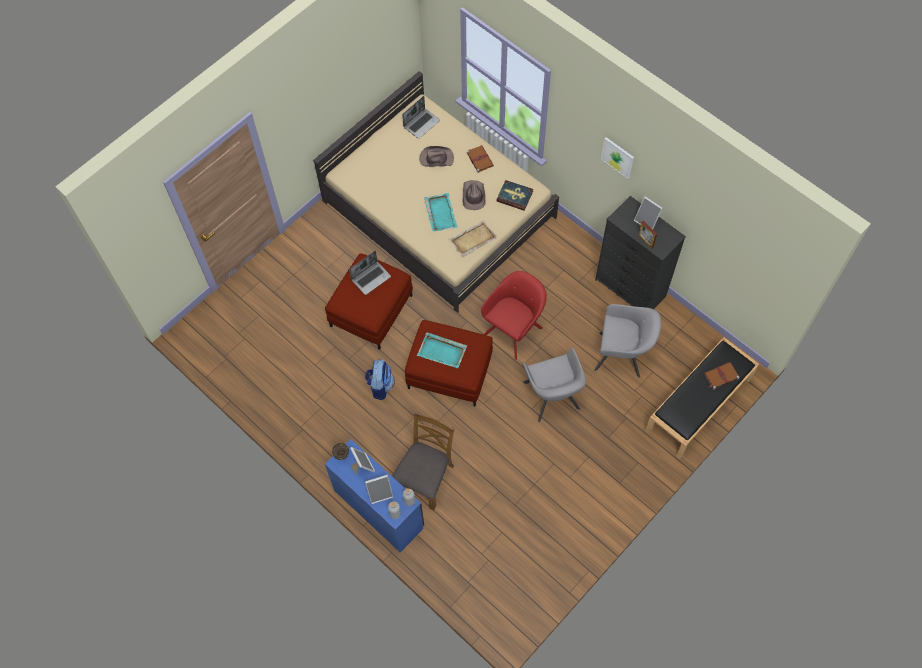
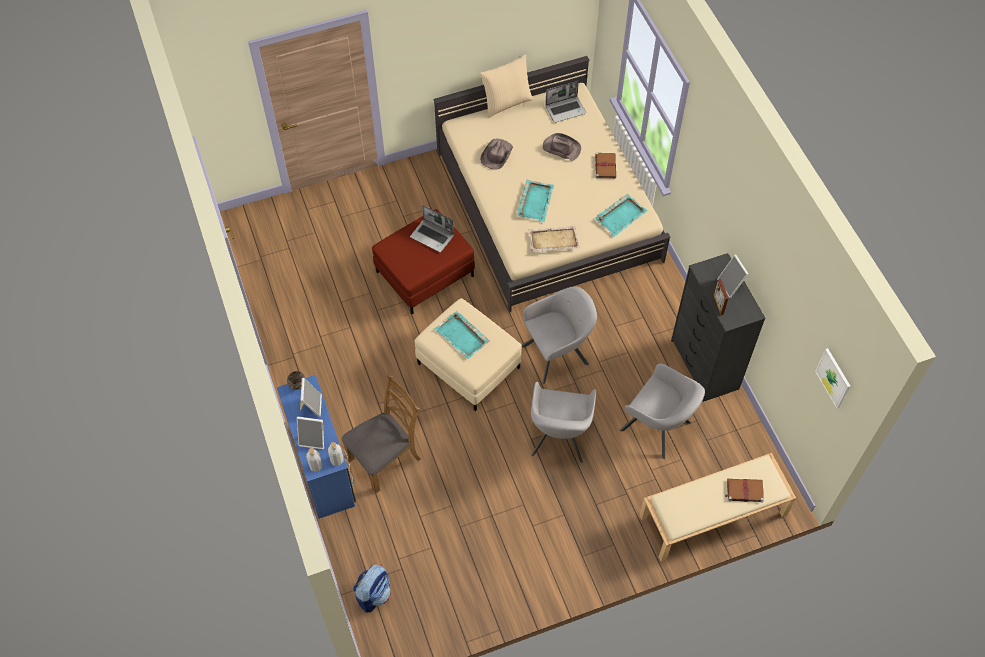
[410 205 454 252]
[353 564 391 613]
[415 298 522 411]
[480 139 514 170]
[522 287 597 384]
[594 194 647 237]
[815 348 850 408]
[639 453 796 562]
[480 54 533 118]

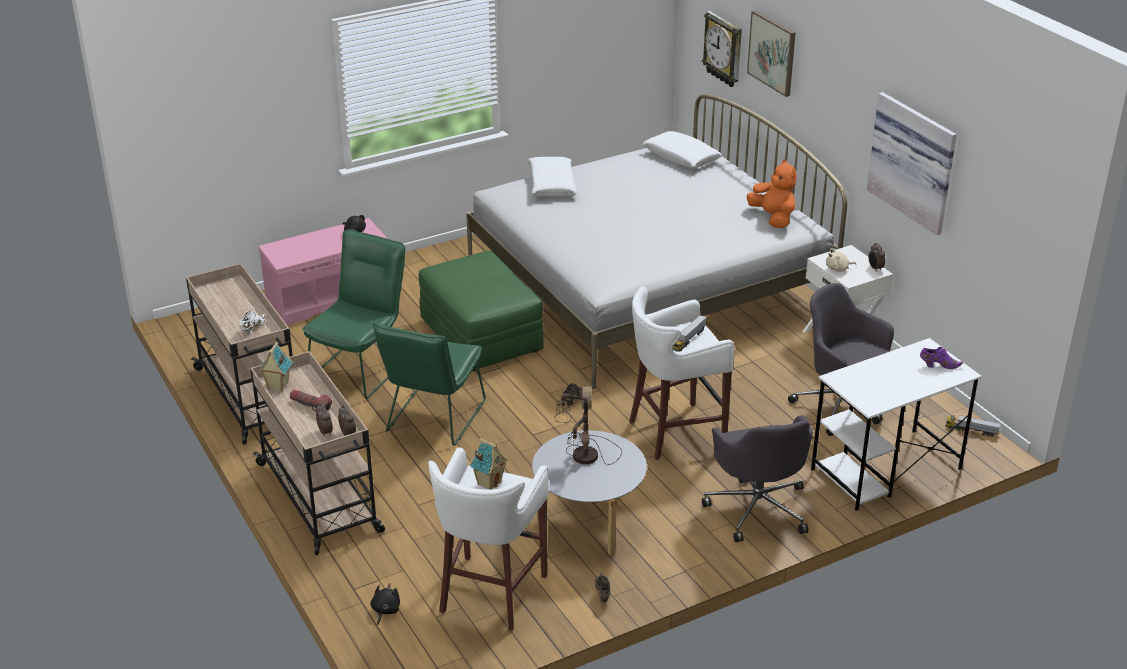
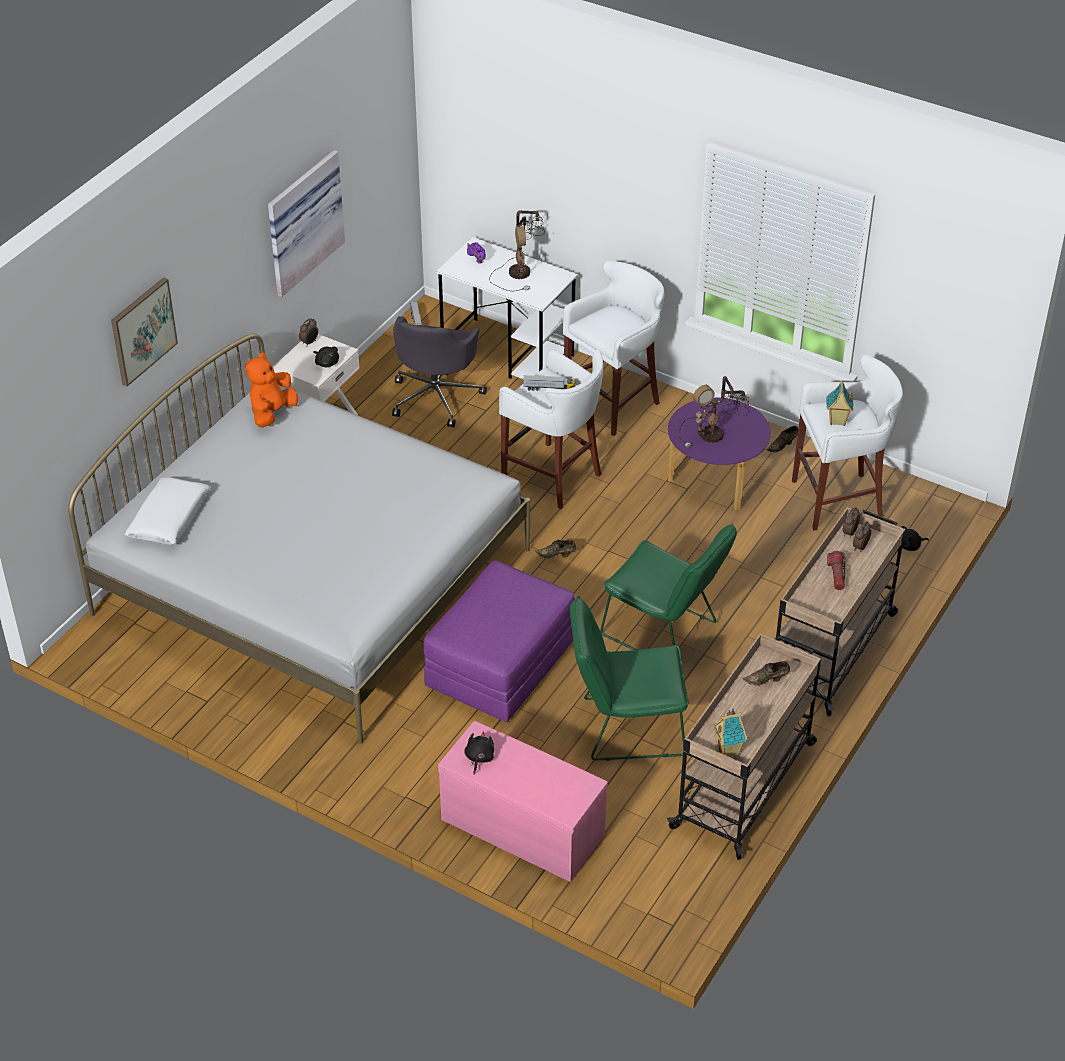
[742 661 790 685]
[712 708 748 757]
[600 523 737 650]
[423 560 575 722]
[528 157 577 196] (first image)
[668 397 771 511]
[702 11 742 87] (first image)
[563 261 664 436]
[313 347 339 367]
[489 210 545 291]

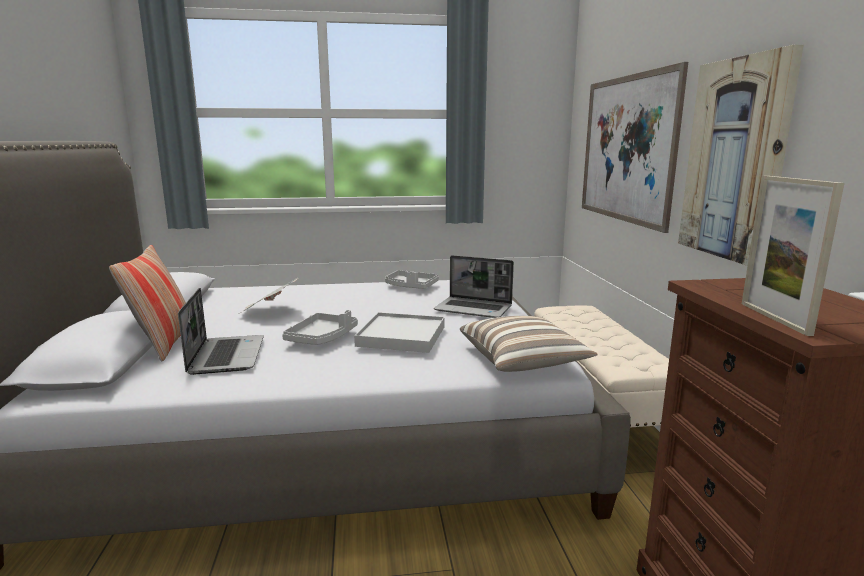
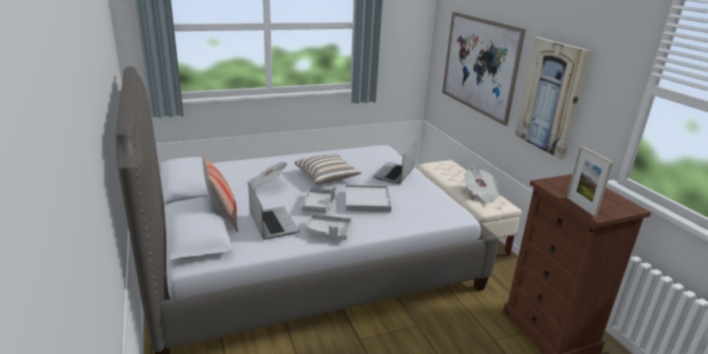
[305 214 352 240]
[373 143 416 184]
[295 154 362 184]
[464 167 501 204]

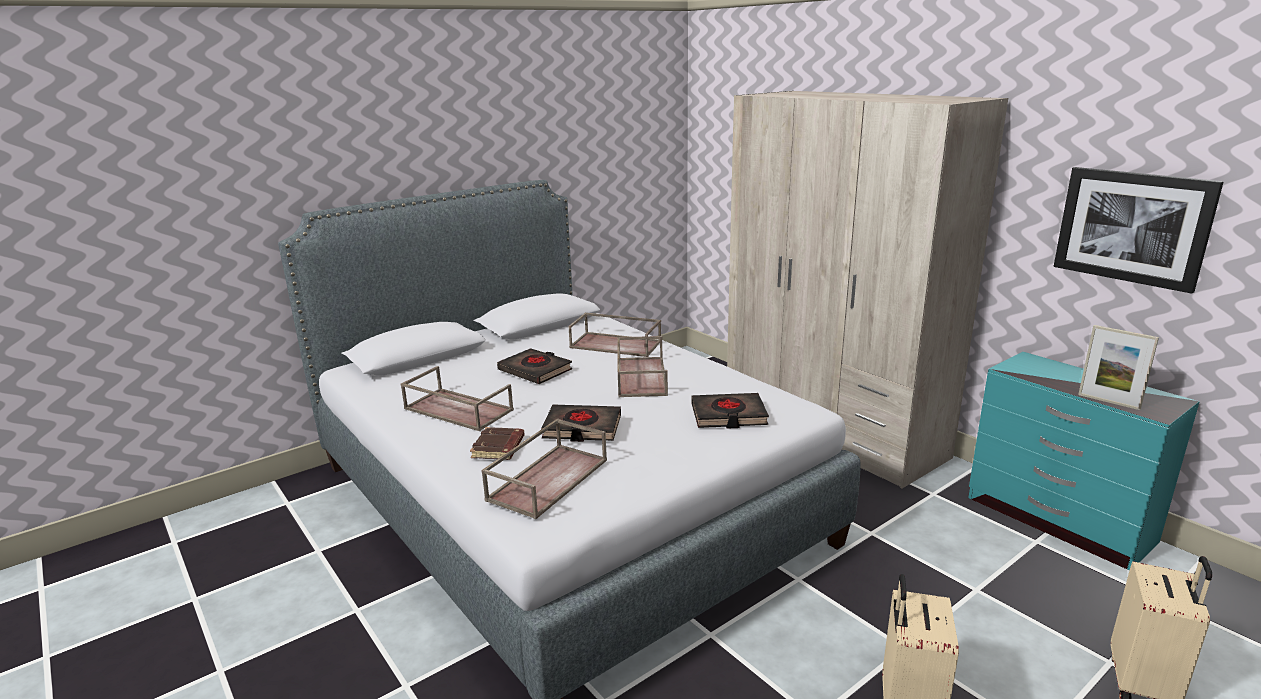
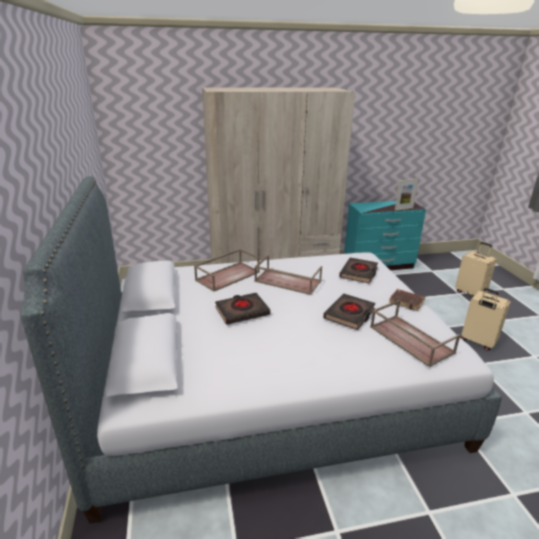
[401 366 514 431] (first image)
[389 289 425 311]
[1053 167 1224 294] (first image)

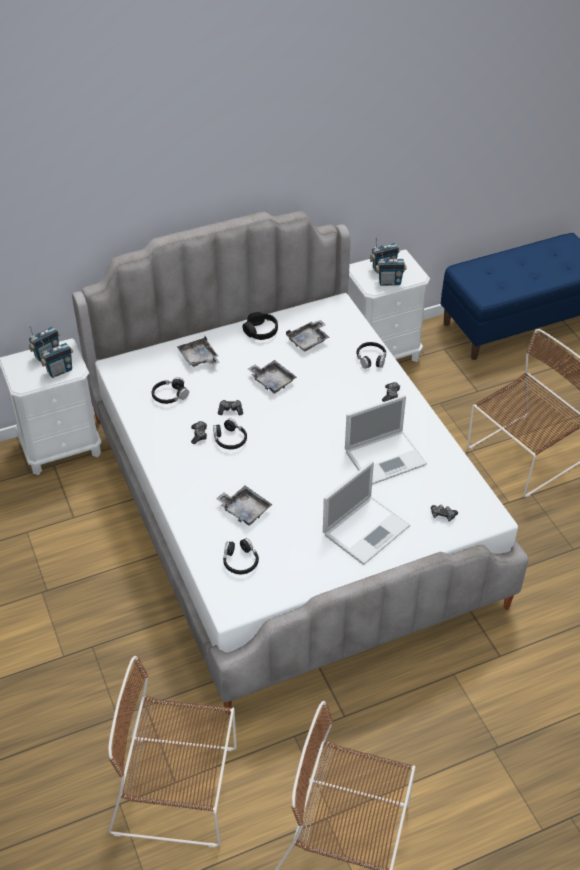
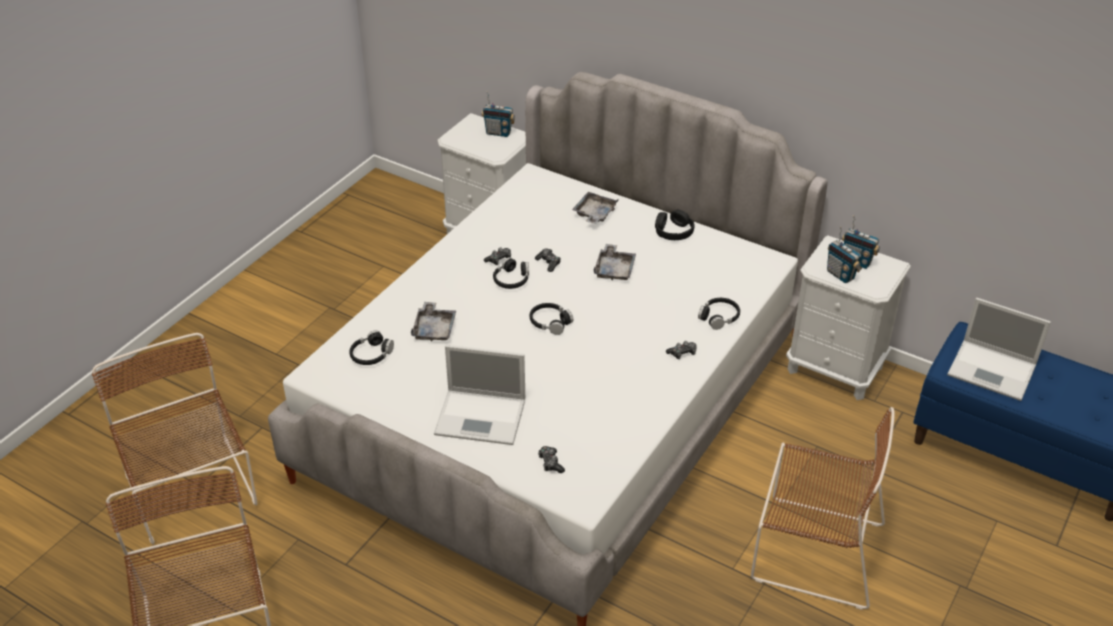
[41 340 73 378] (first image)
[529 303 573 335]
[286 320 329 351] (first image)
[947 298 1051 401]

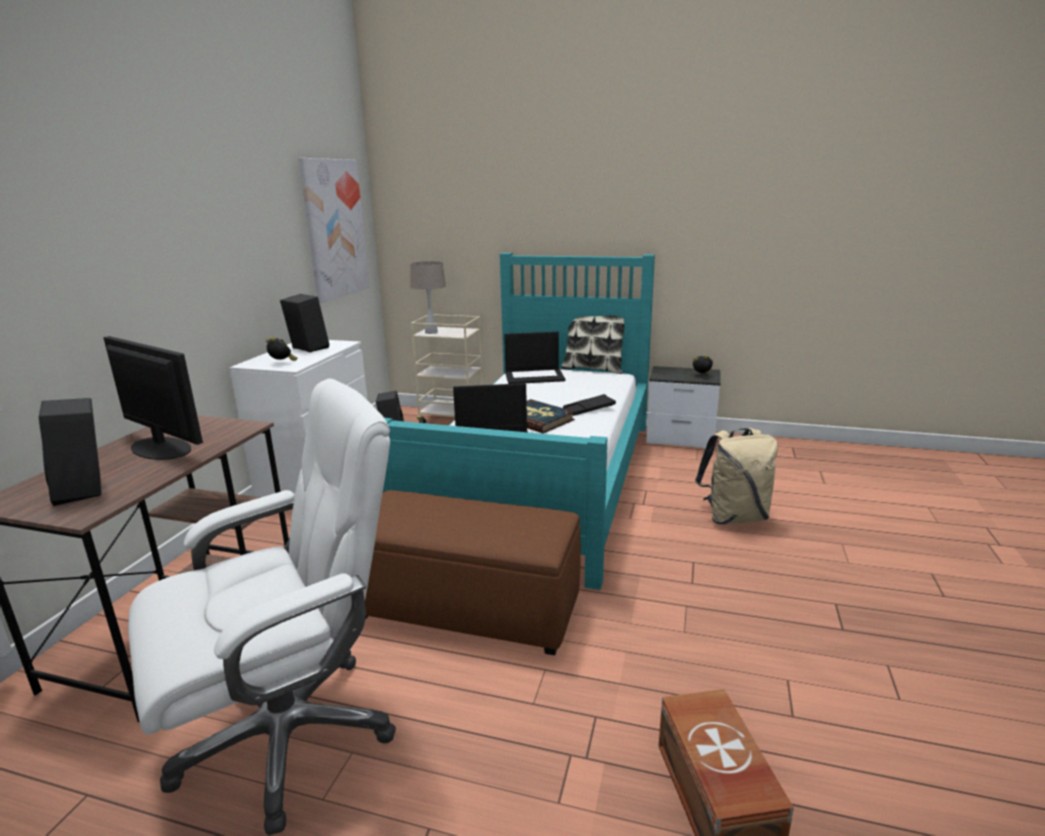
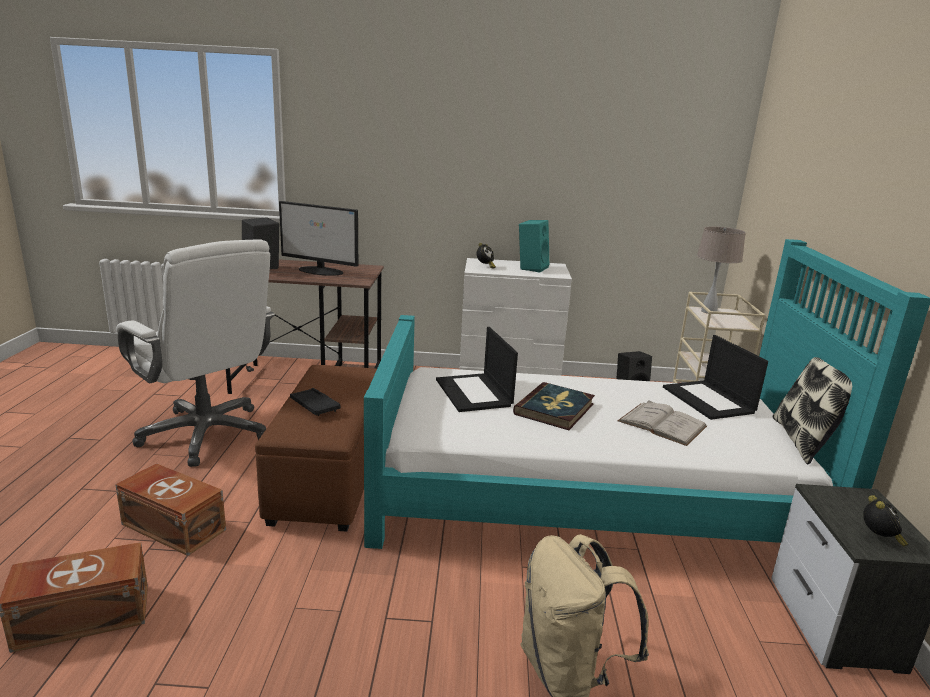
[279 201 358 276]
[519 220 549 272]
[299 158 369 303] (first image)
[290 388 341 416]
[115 463 226 556]
[618 400 707 446]

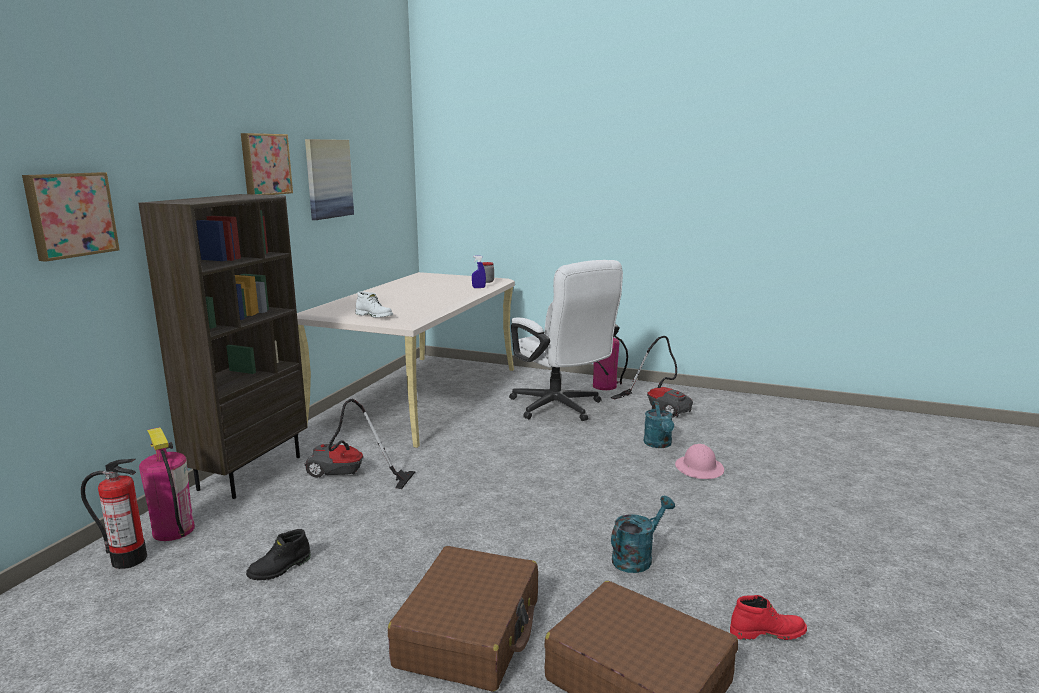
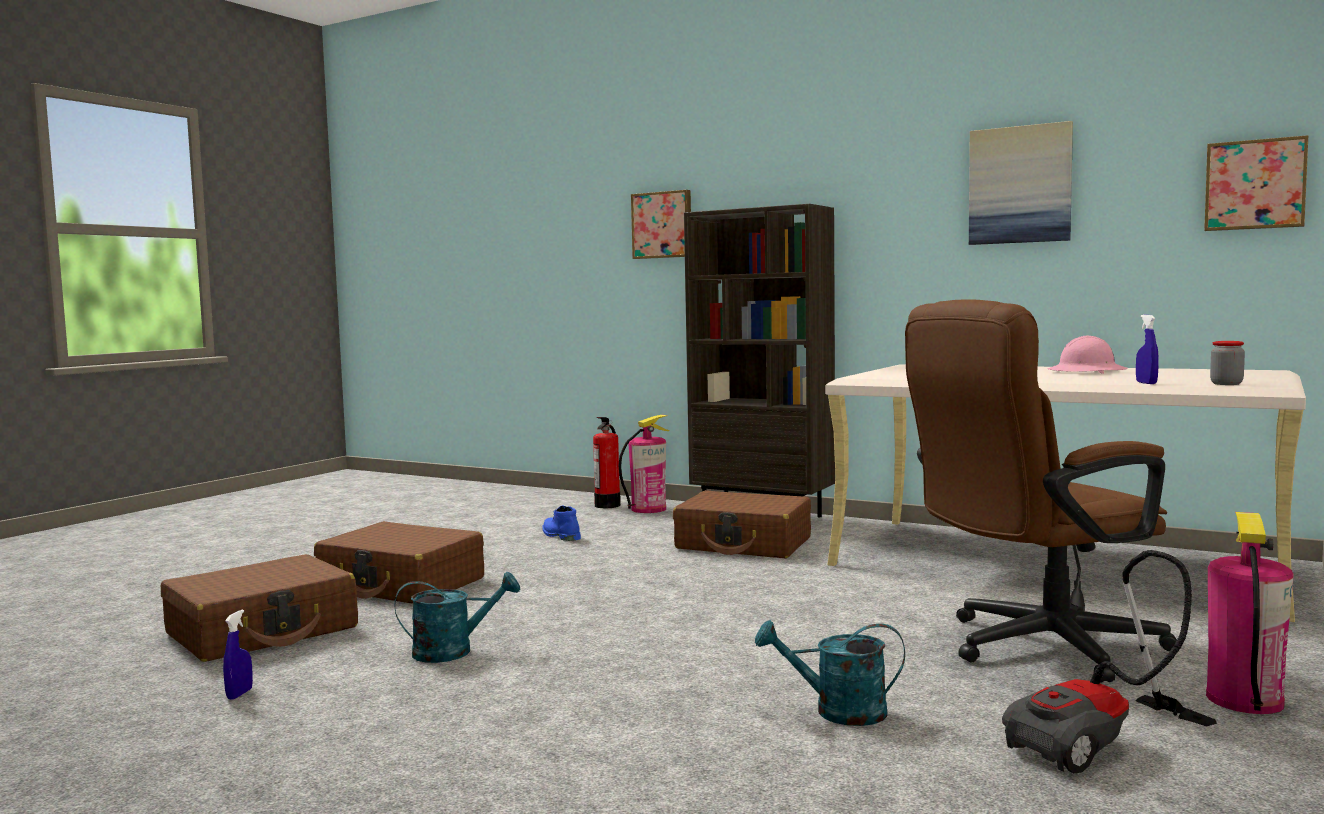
[1204 135 1309 231]
[542 506 581 541]
[673 490 811 558]
[356 291 393 317] (first image)
[905 299 1177 683]
[395 572 520 663]
[1047 336 1128 374]
[223 610 253 700]

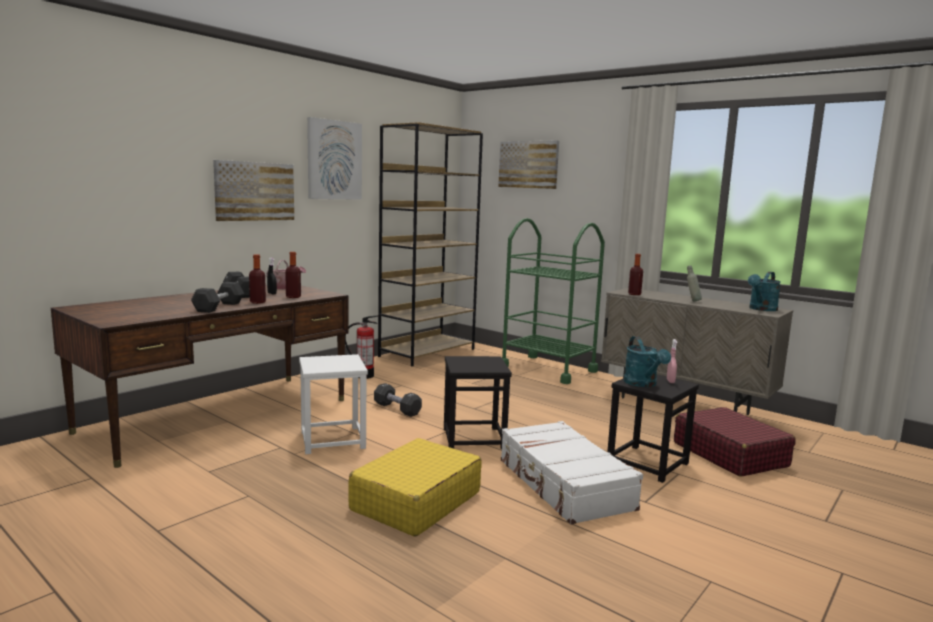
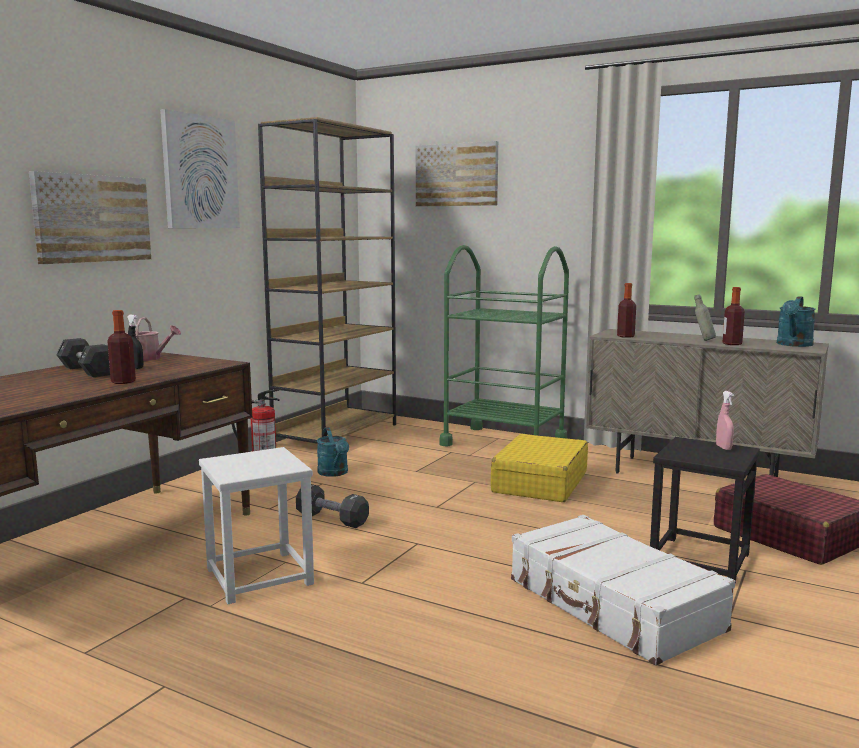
[191 282 244 313] (first image)
[723 287 745 345]
[491 434 588 502]
[444 356 512 450] (first image)
[317 427 349 477]

